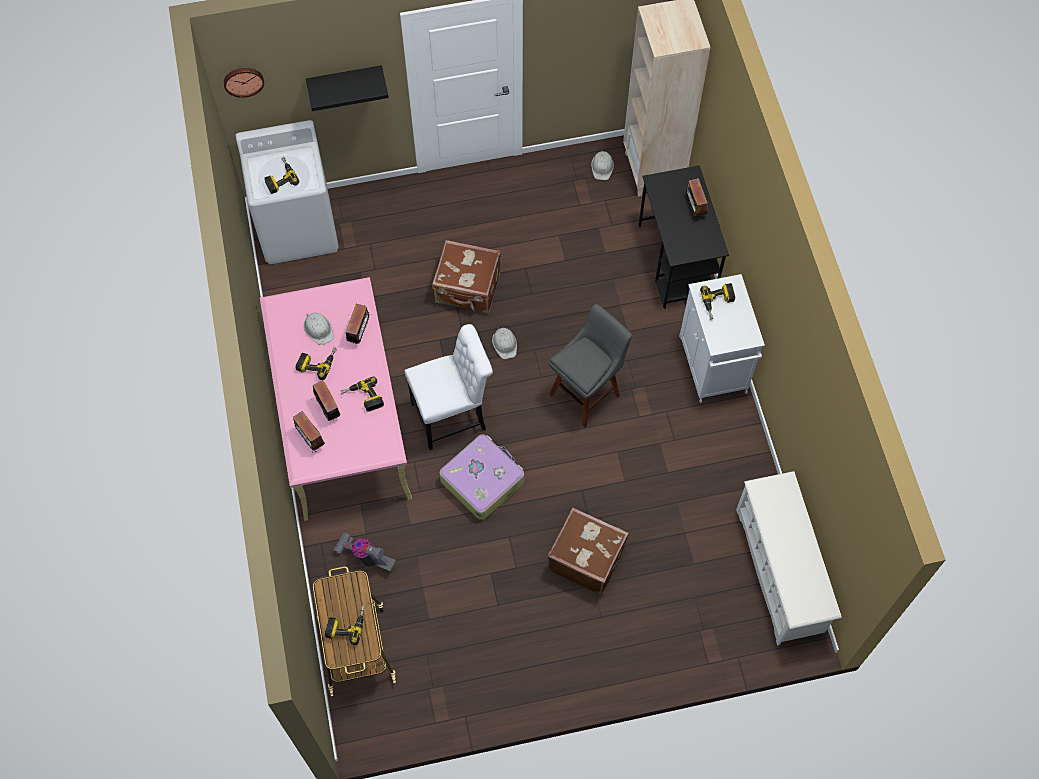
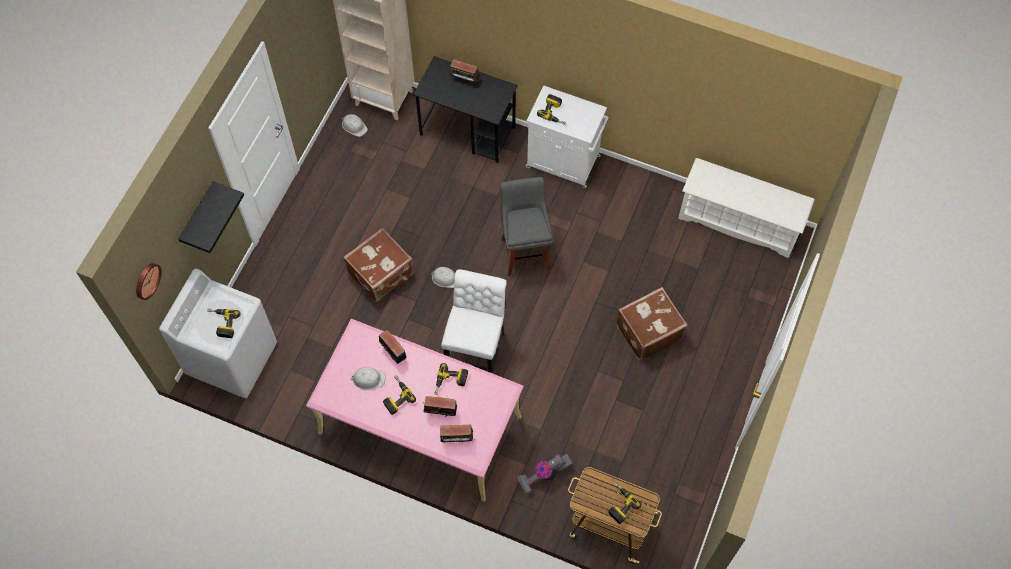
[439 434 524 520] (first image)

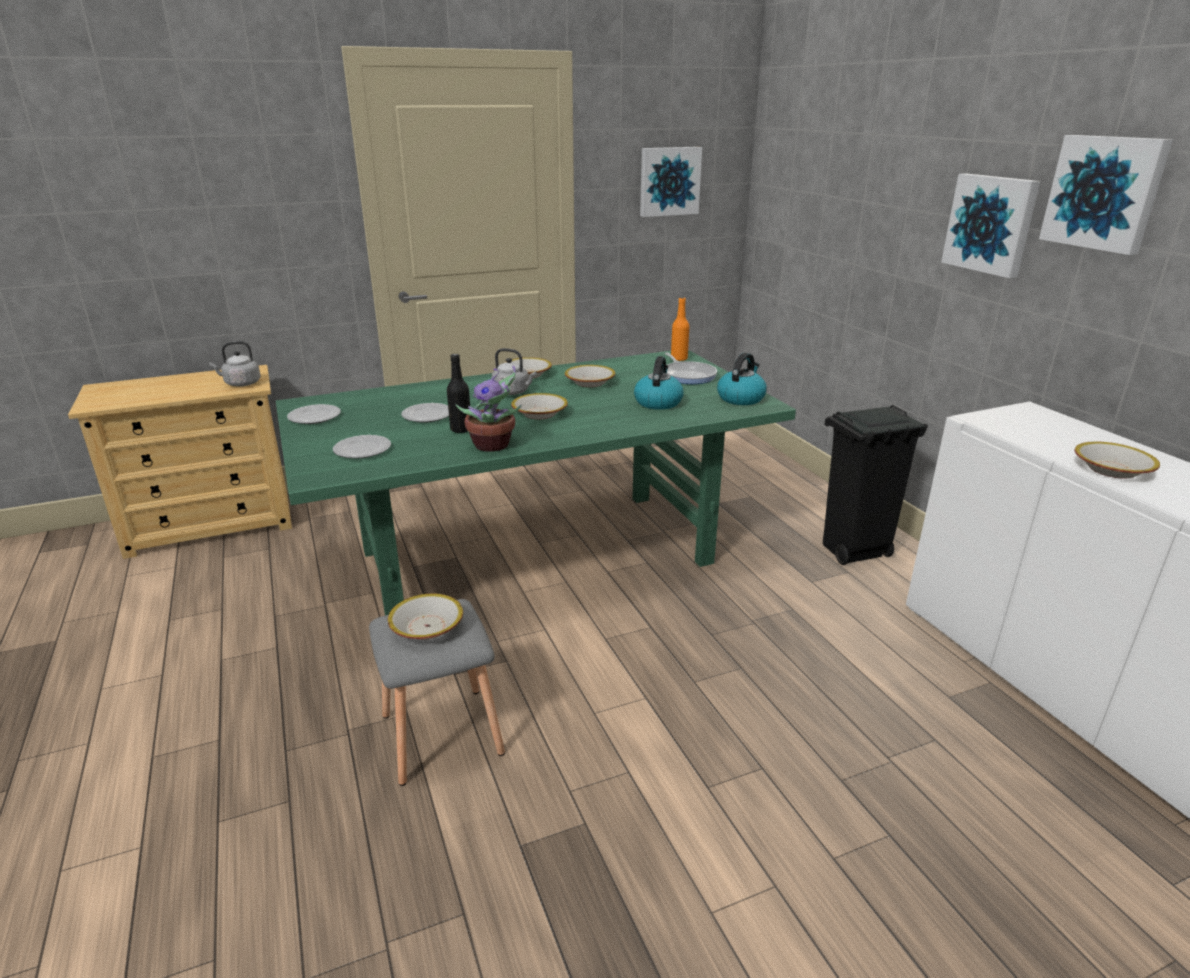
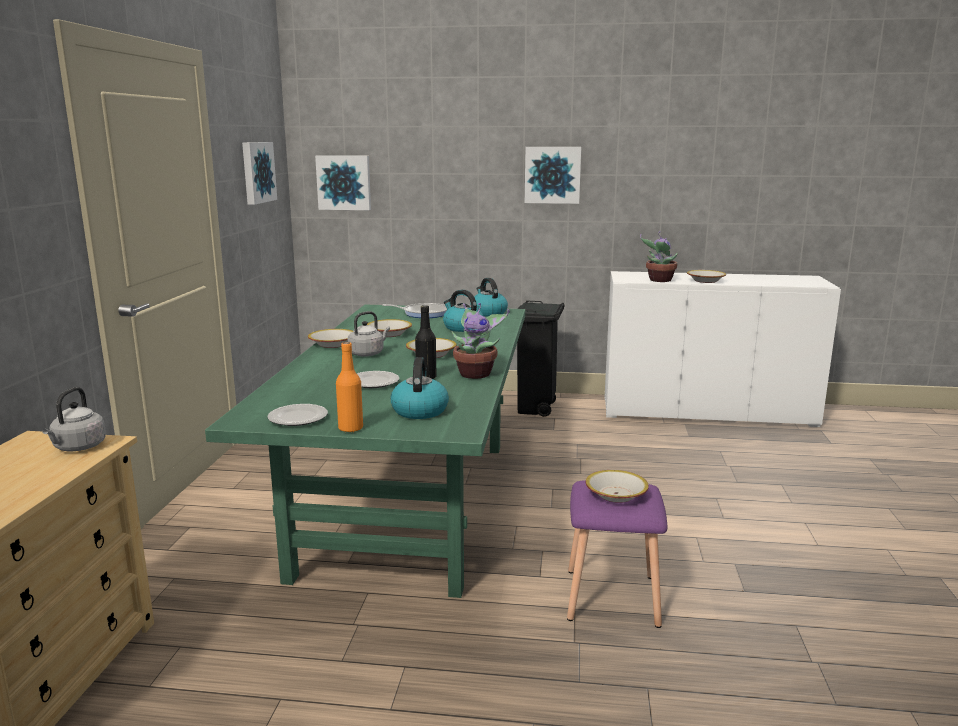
[391 357 449 419]
[567 481 667 628]
[336 342 363 432]
[315 155 371 210]
[640 231 678 282]

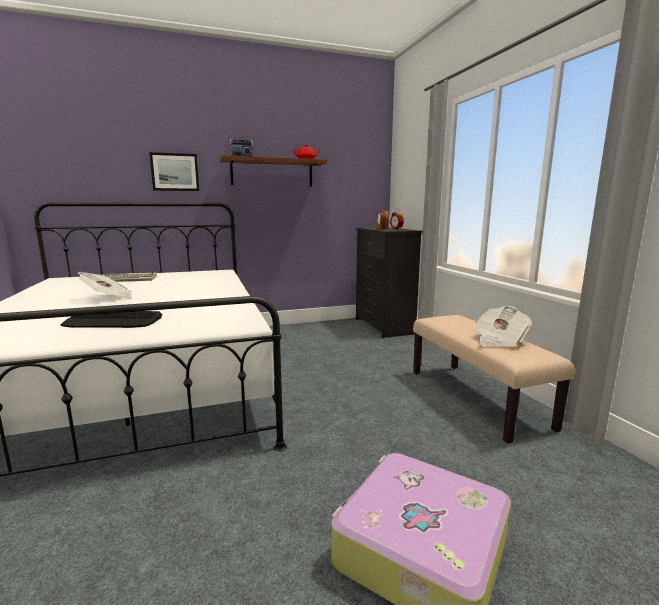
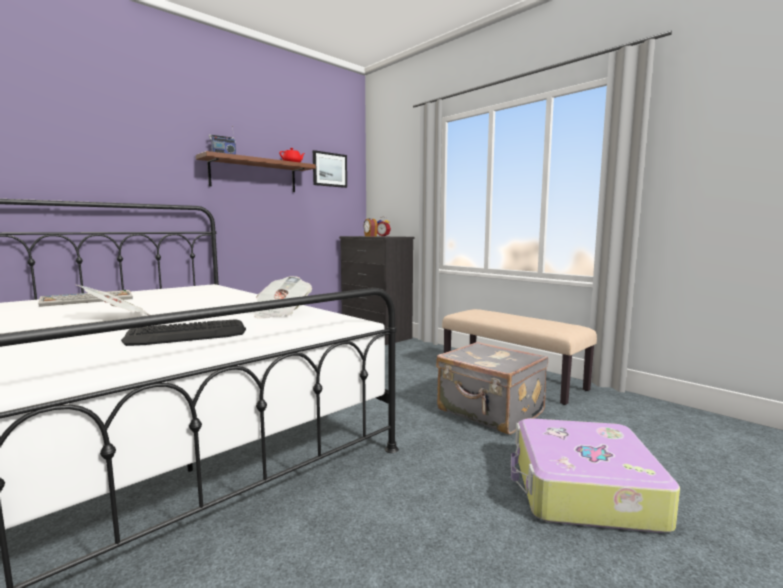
[313 150 347 188]
[254 276 312 319]
[436 342 548 435]

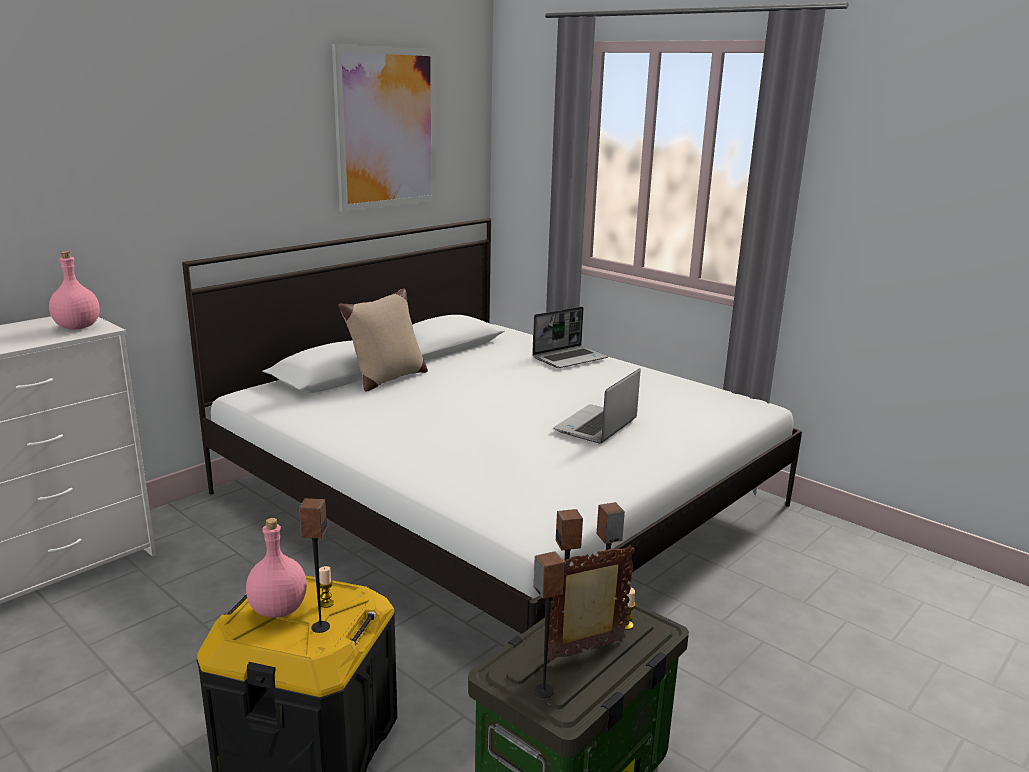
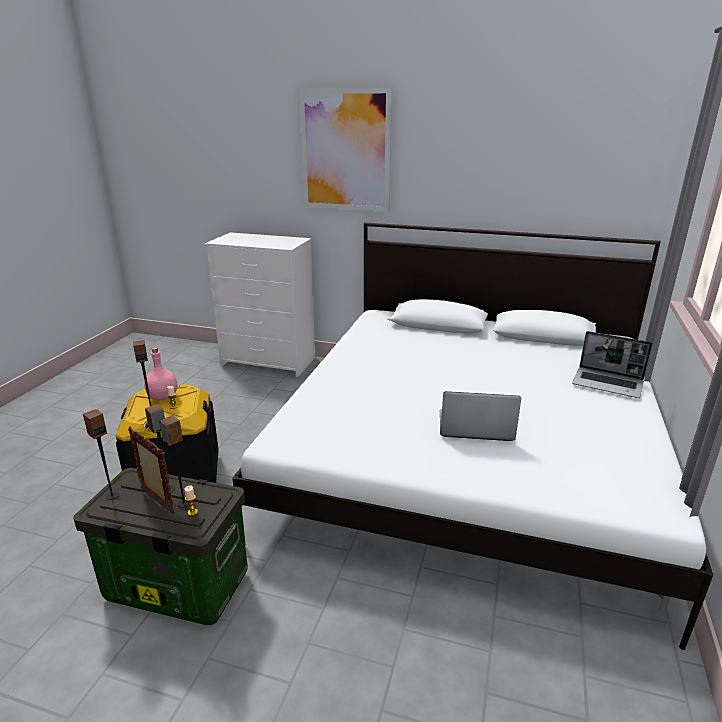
[49 251 100 330] (first image)
[299 87 392 212]
[338 288 428 392] (first image)

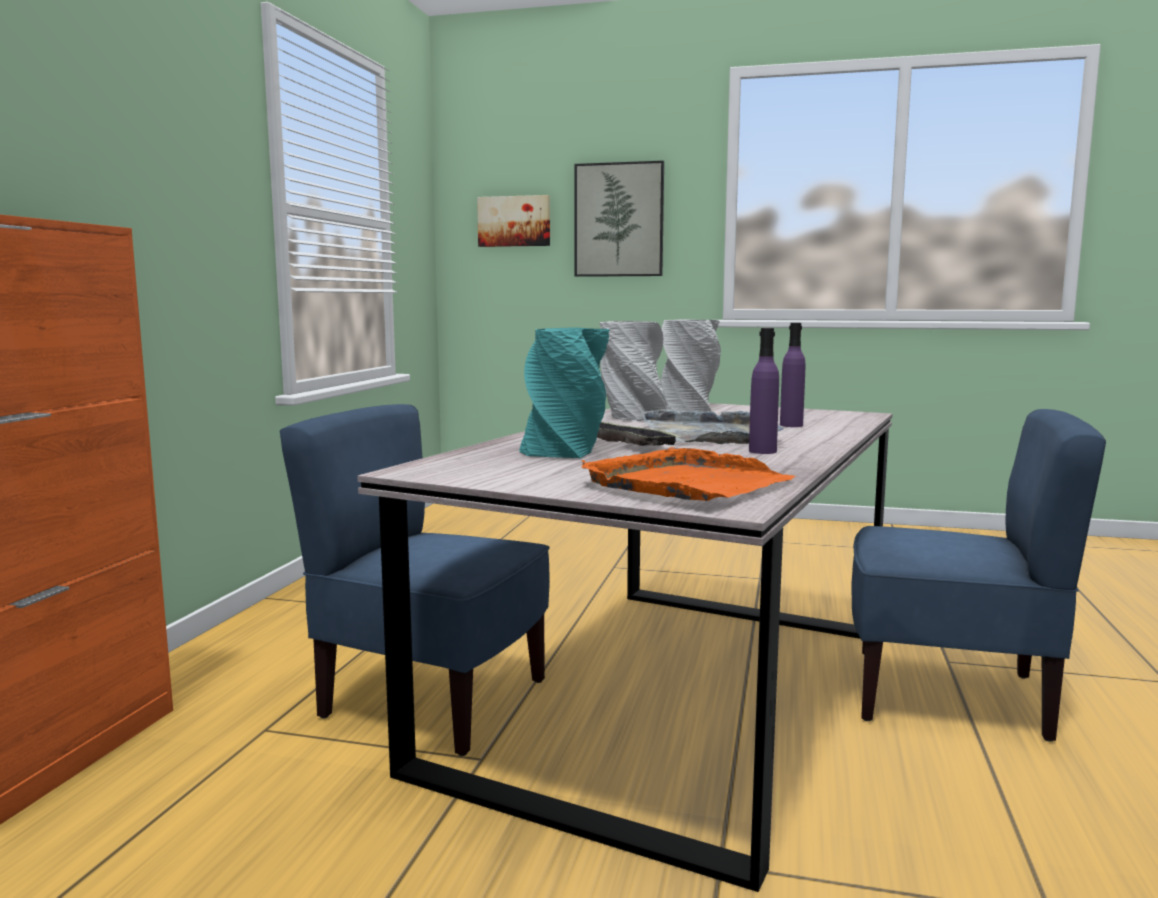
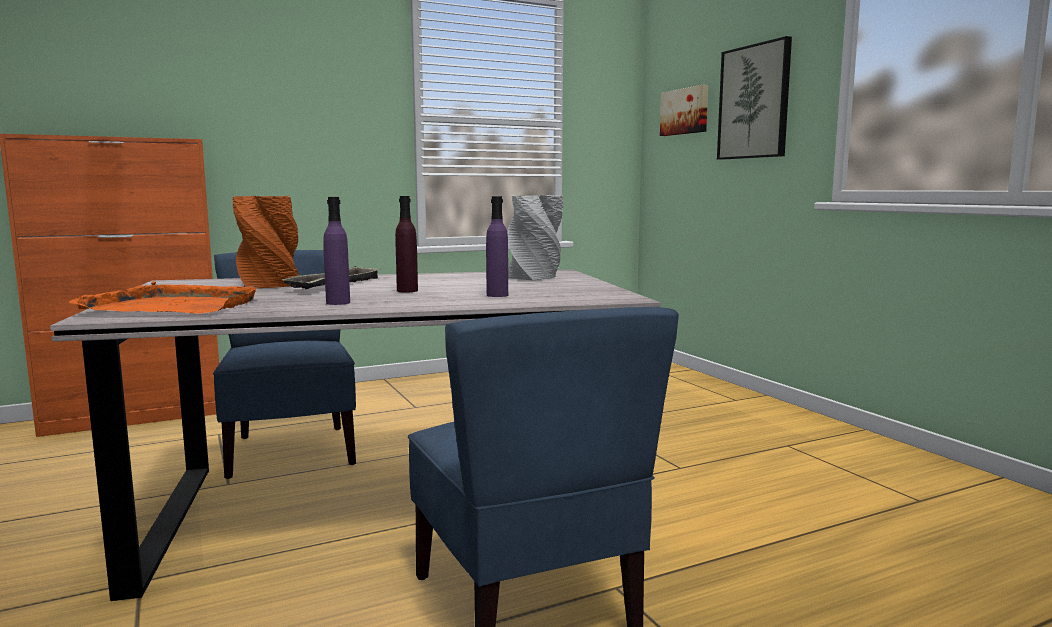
[233 196 299 288]
[599 321 667 421] (first image)
[395 196 418 293]

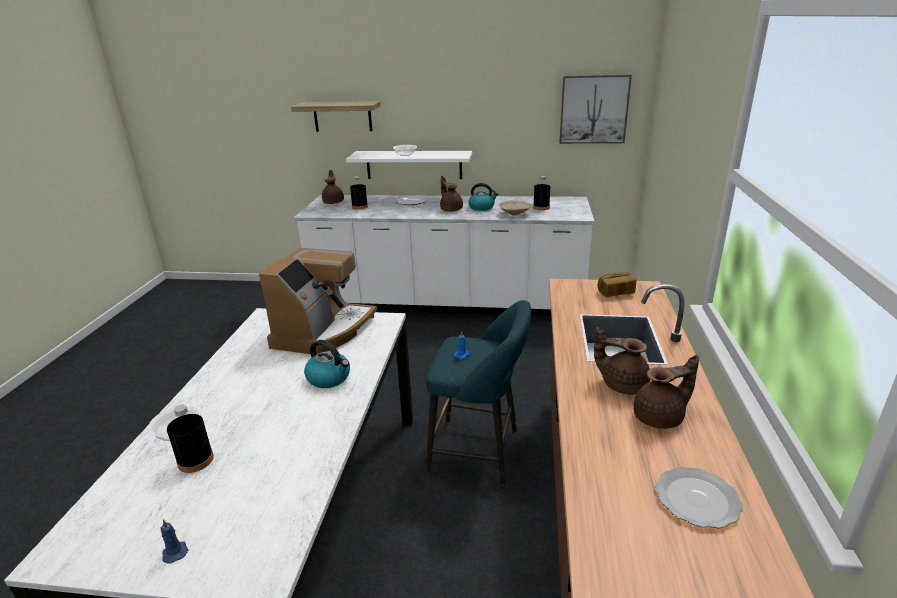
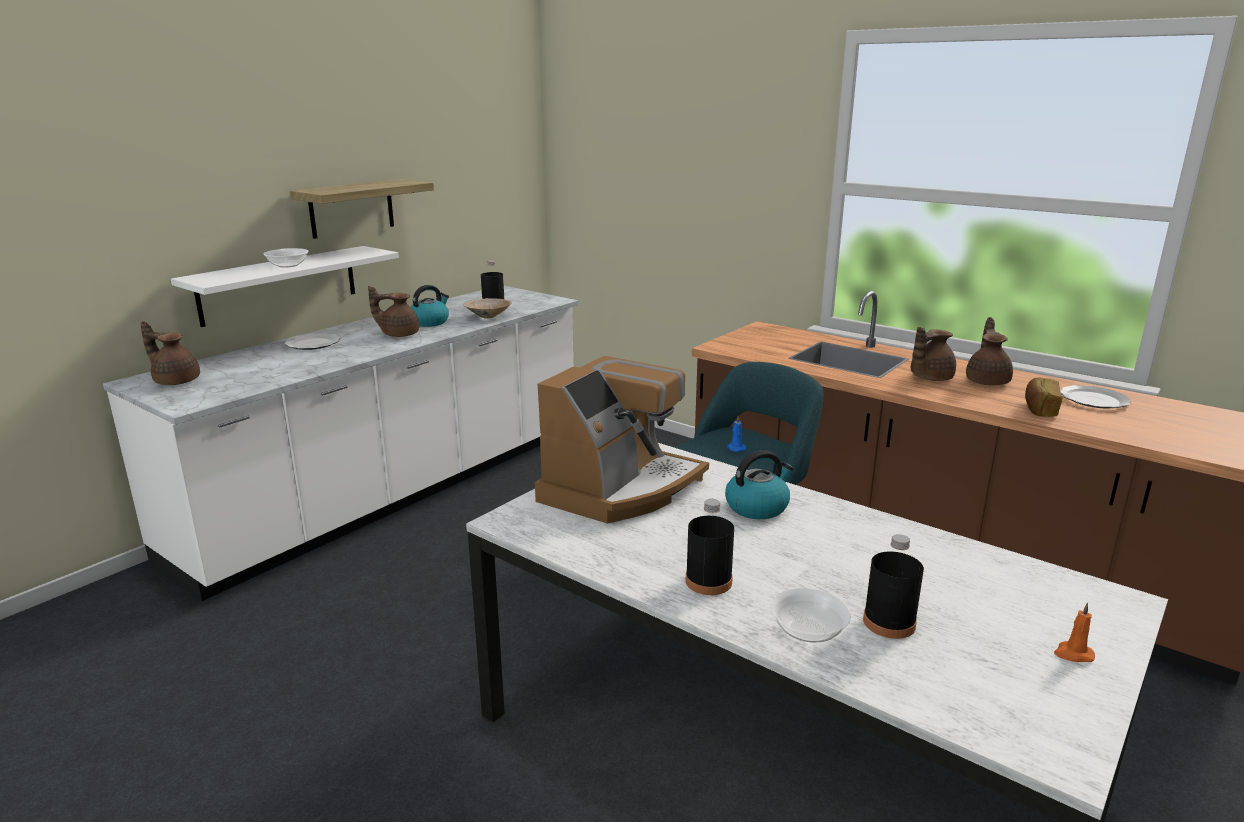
[1054 603 1095 662]
[535 356 709 524]
[290 179 434 239]
[686 499 734 595]
[559 75 632 144] (first image)
[1025 378 1062 417]

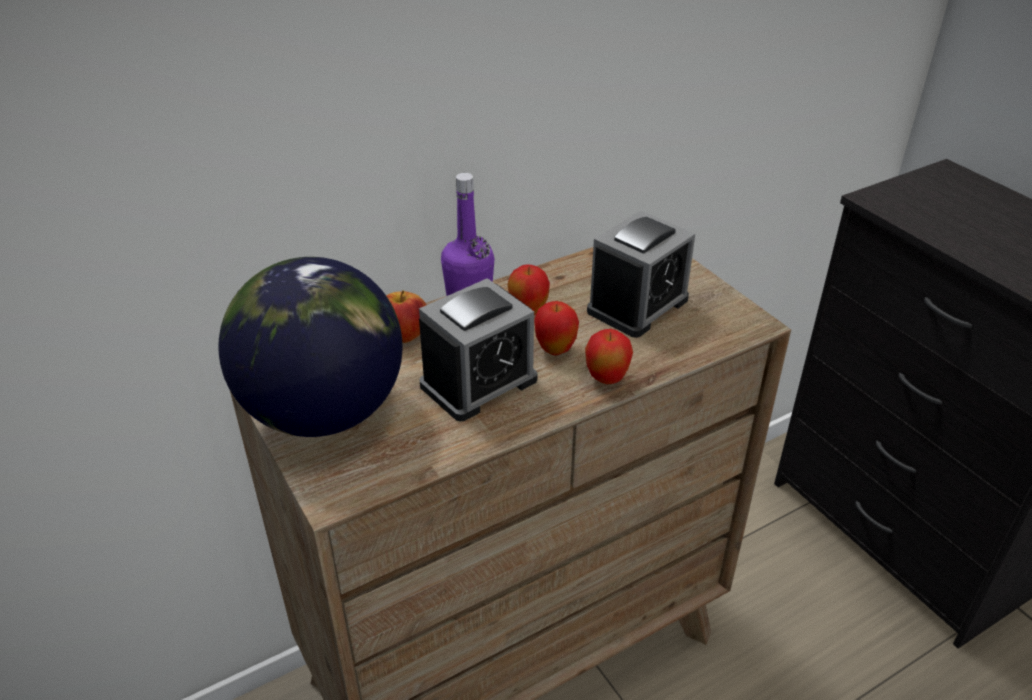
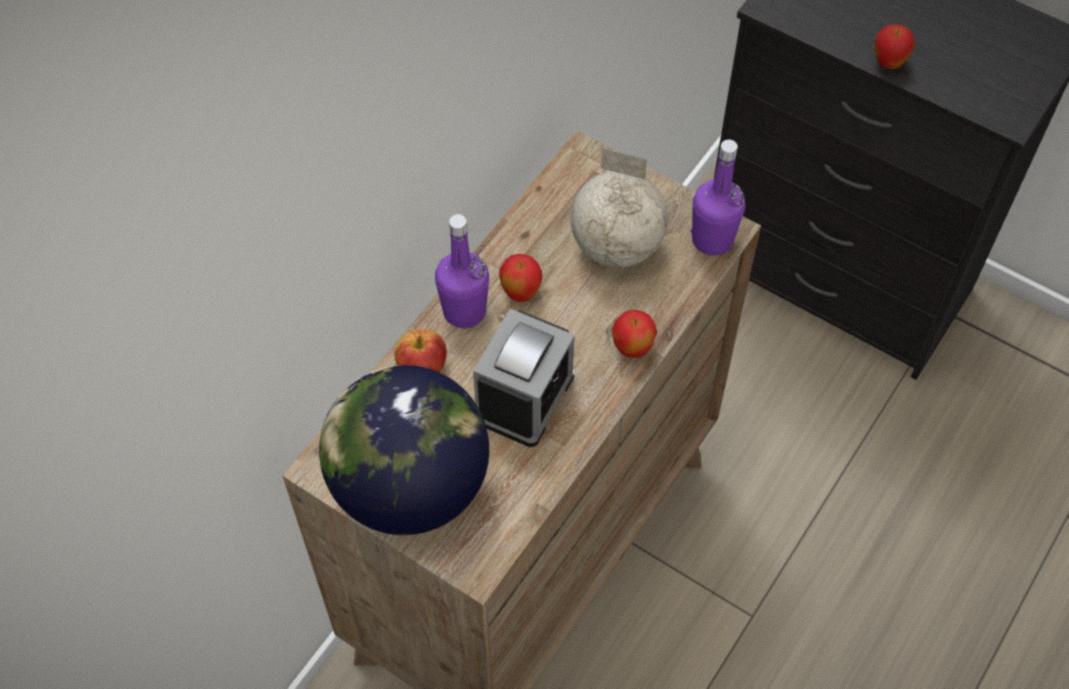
[875 24 915 69]
[571 148 668 268]
[691 140 745 256]

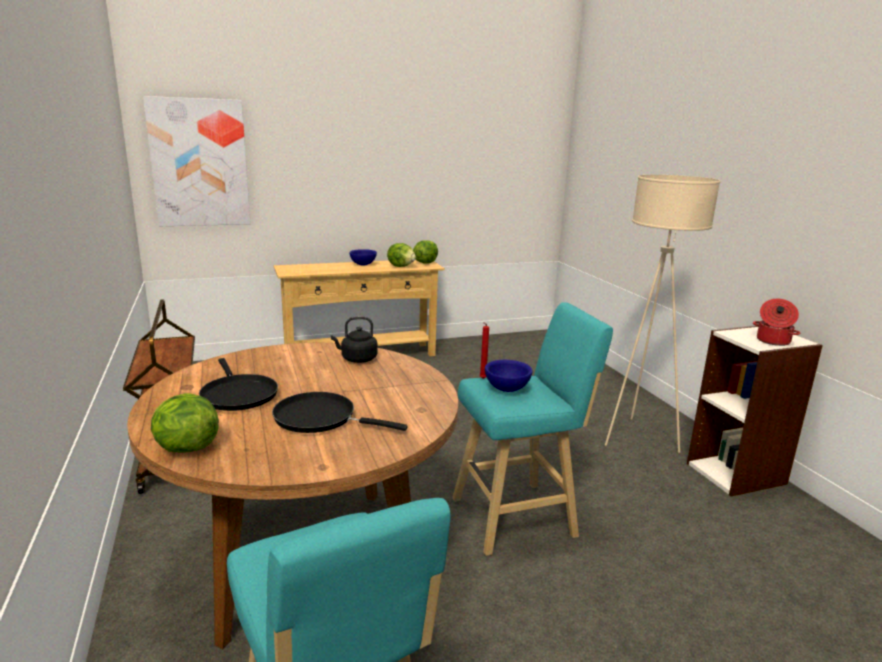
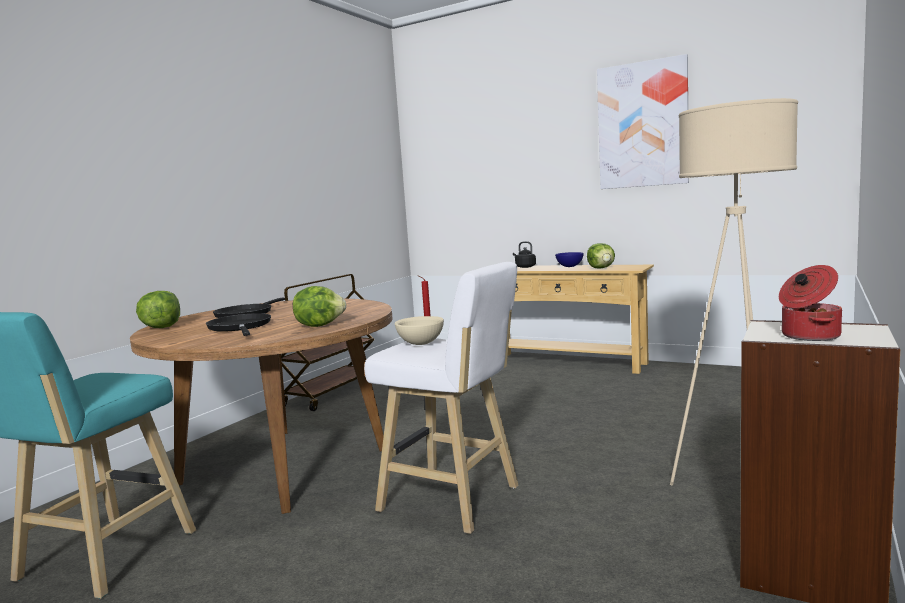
[597 54 689 189]
[513 241 536 268]
[293 286 347 327]
[364 262 519 534]
[395 316 444 345]

